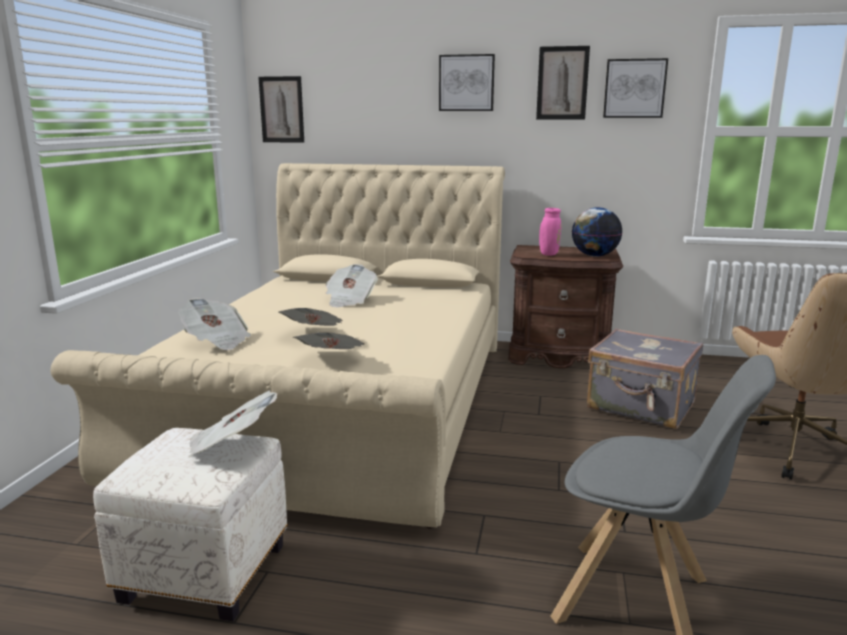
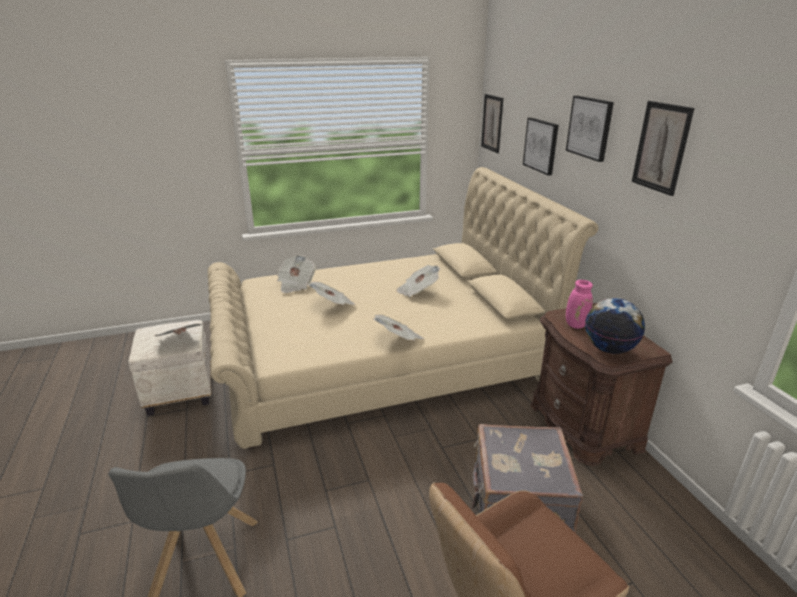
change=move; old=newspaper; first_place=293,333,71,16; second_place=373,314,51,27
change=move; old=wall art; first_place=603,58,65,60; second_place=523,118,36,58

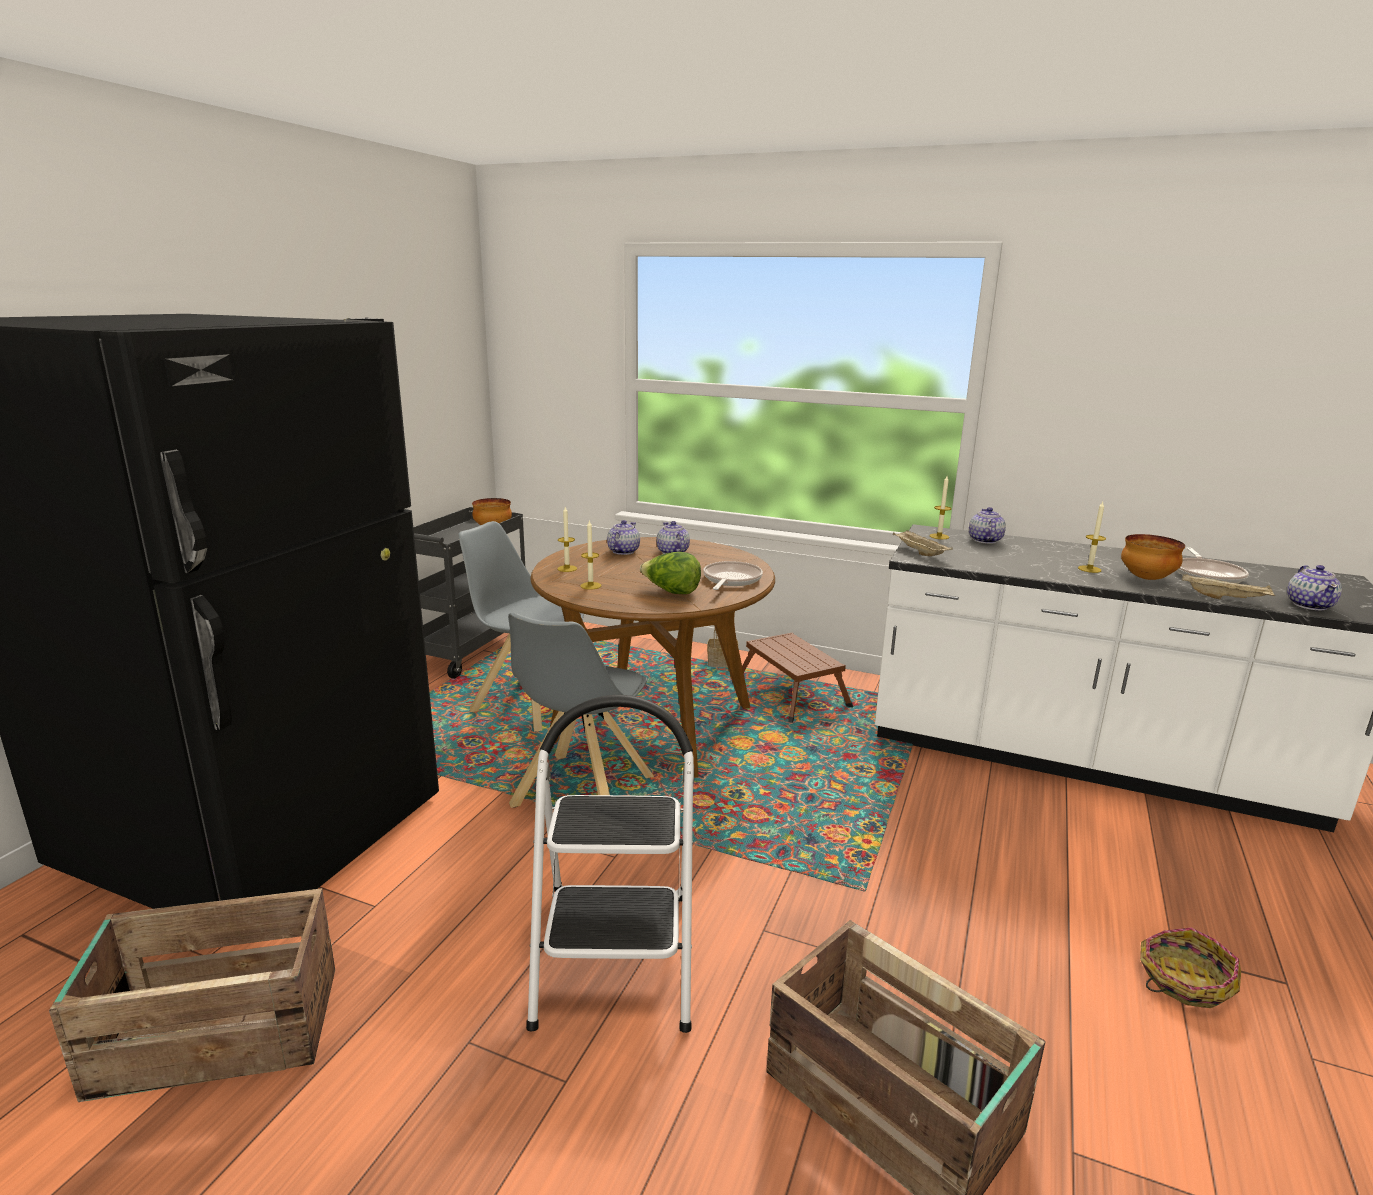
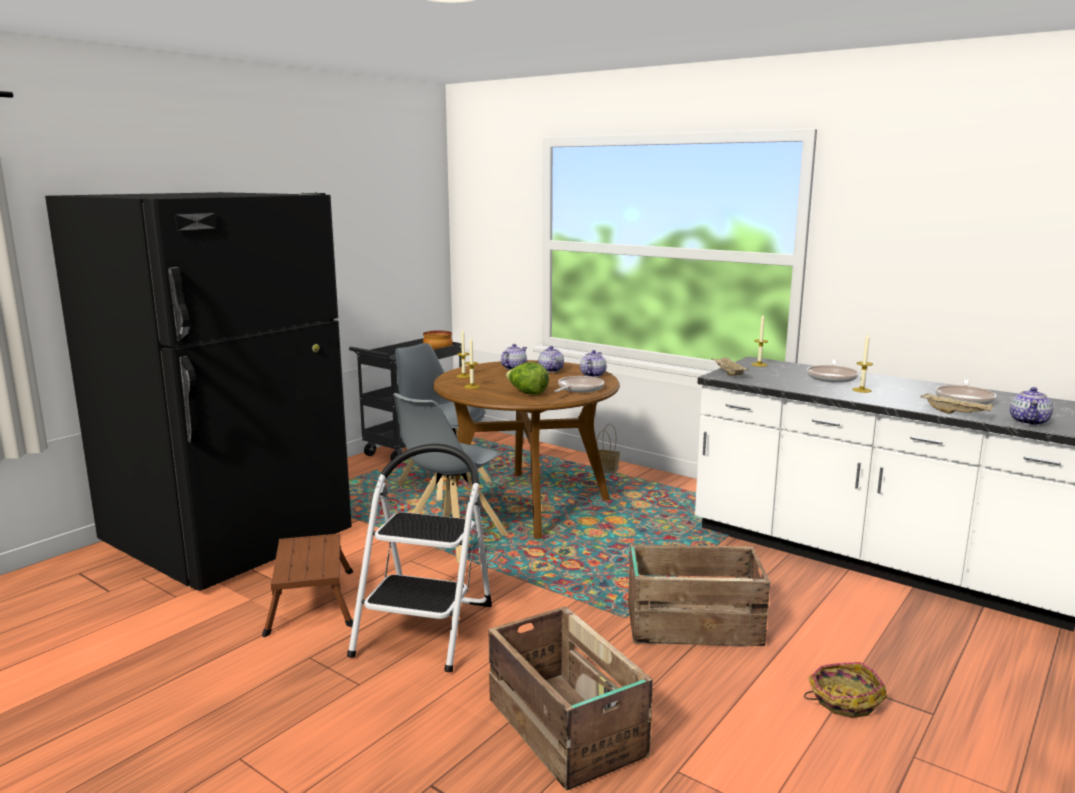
change=move; old=step ladder/brown-coloured; first_place=742,632,111,91; second_place=262,533,91,105
change=move; old=pot for tea; first_place=969,507,37,37; second_place=580,350,27,27
change=move; old=packing crate; first_place=49,888,286,214; second_place=628,544,142,103
change=insert; new=skillet; second_place=807,359,52,24
change=delete; old=bowl; first_place=1121,534,64,46

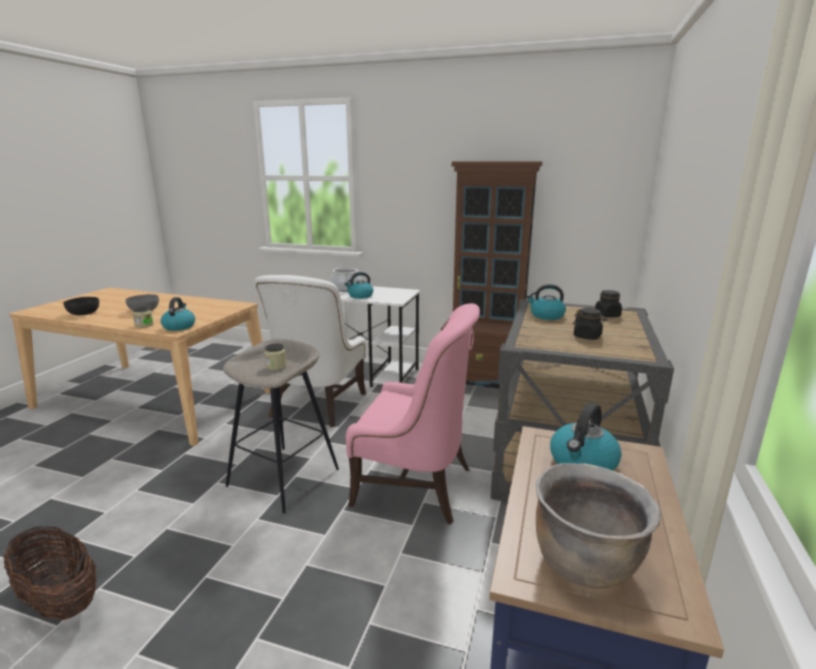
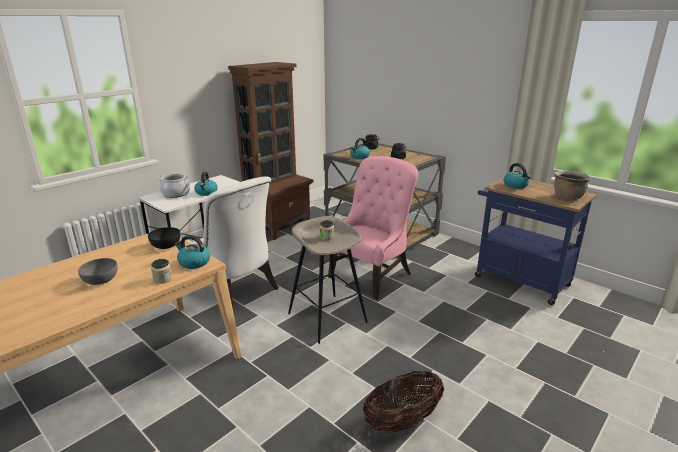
change=move; old=bowl/black; first_place=63,297,36,19; second_place=148,227,33,22

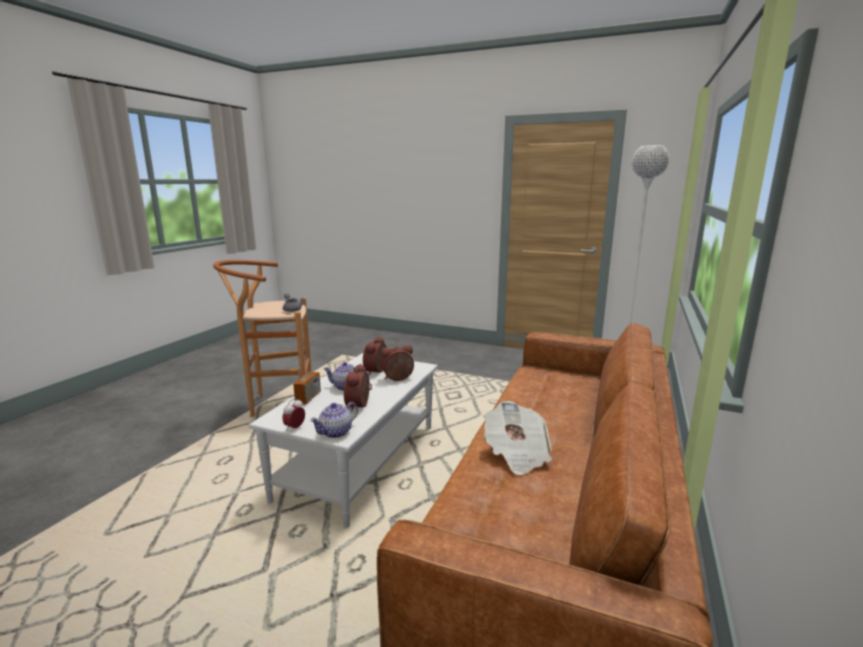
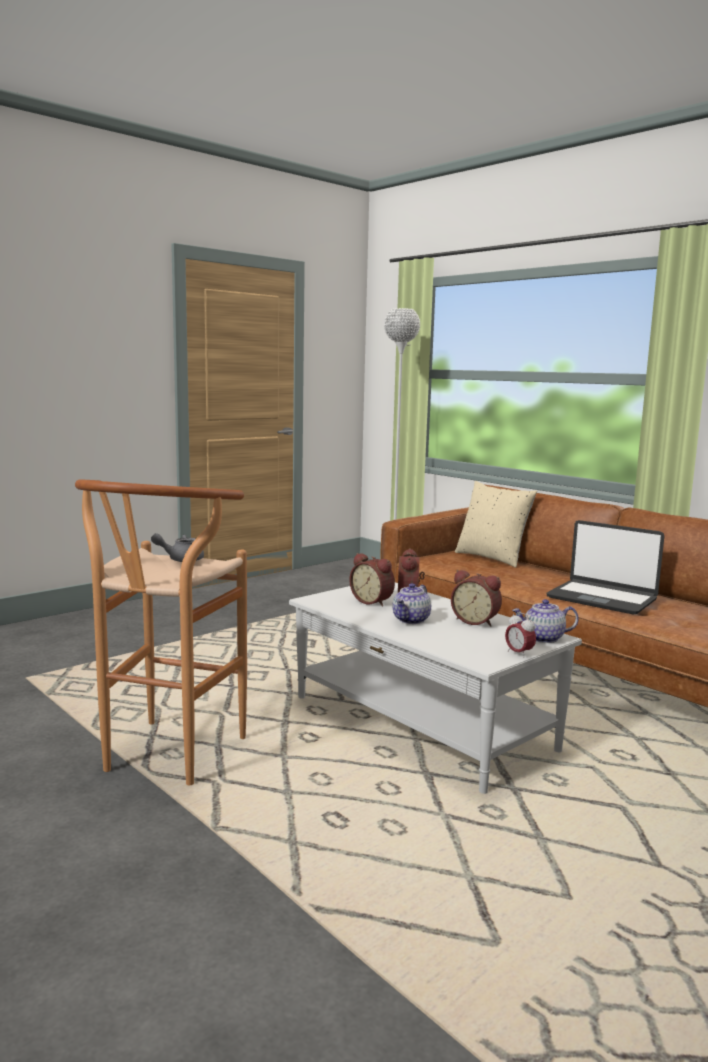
change=insert; new=throw pillow/beige; second_place=455,481,82,86
change=rotate; old=pot for tea; first_place=310,402,48,36; second_place=512,599,67,44; degrees=105
change=replace; old=newspaper; new=notebook computer; first_place=484,401,68,74; second_place=547,520,117,95
change=delete; old=radio receiver; first_place=293,352,28,53

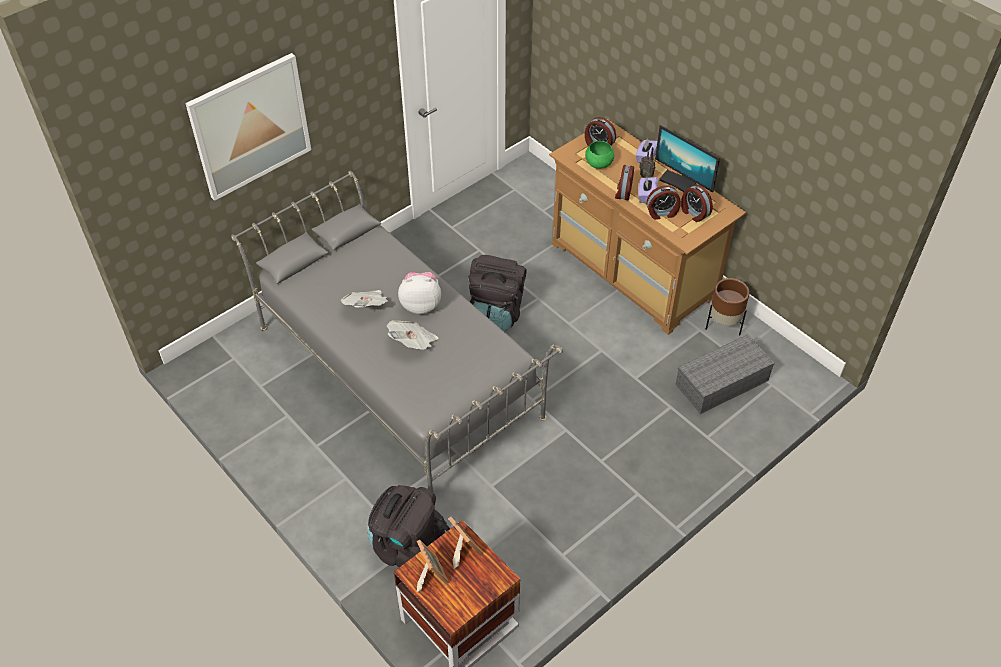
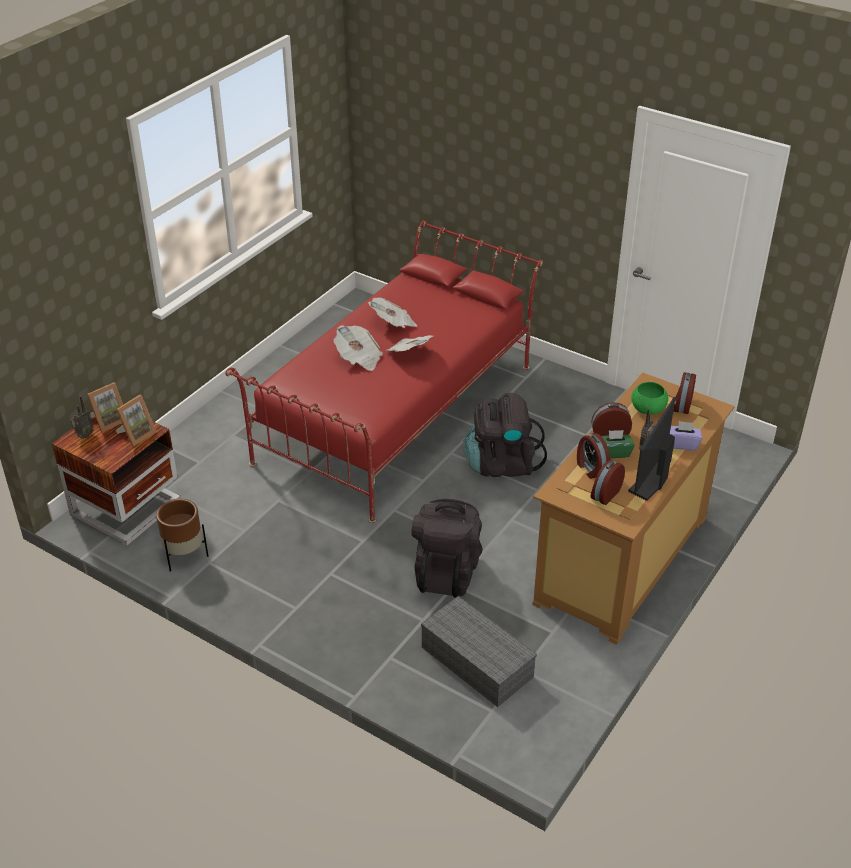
change=insert; new=radio receiver; second_place=71,396,23,43
change=move; old=flower pot/brown-coloured; first_place=706,278,44,58; second_place=156,499,52,73
change=recolor; old=sleeping bed/greyish; new=sleeping bed/reddish; first_place=231,171,332,321; second_place=225,220,318,303
change=replace; old=plush toy; new=newspaper; first_place=398,272,43,42; second_place=387,335,46,16
change=move; old=knapsack/black; first_place=367,485,83,82; second_place=412,499,71,99
change=recolor; old=tissue holder/purple-coloured; new=tissue holder/green; first_place=638,177,20,26; second_place=602,430,33,29
change=delete; old=wall art; first_place=185,53,126,148

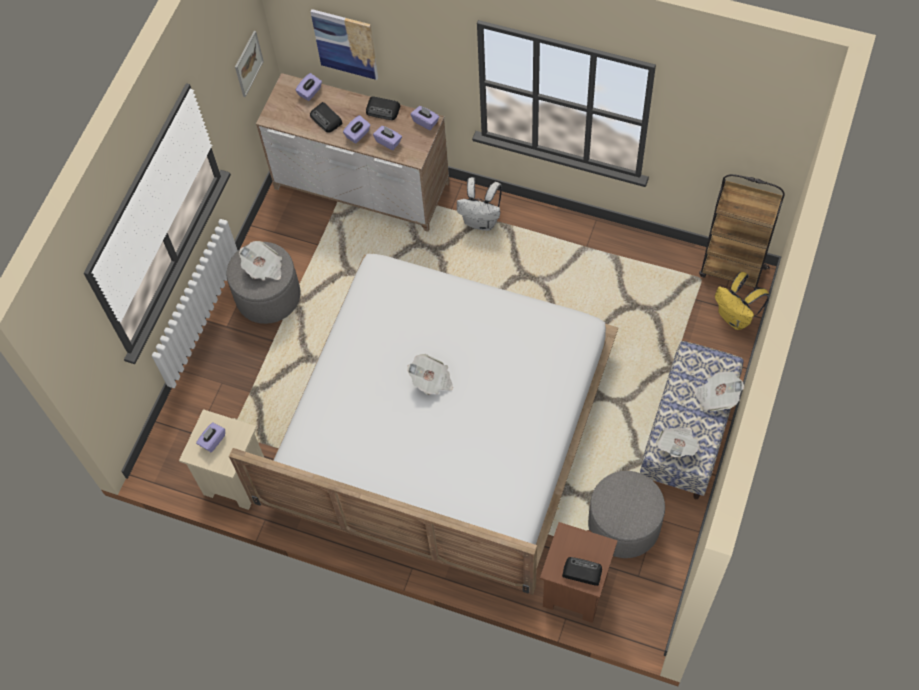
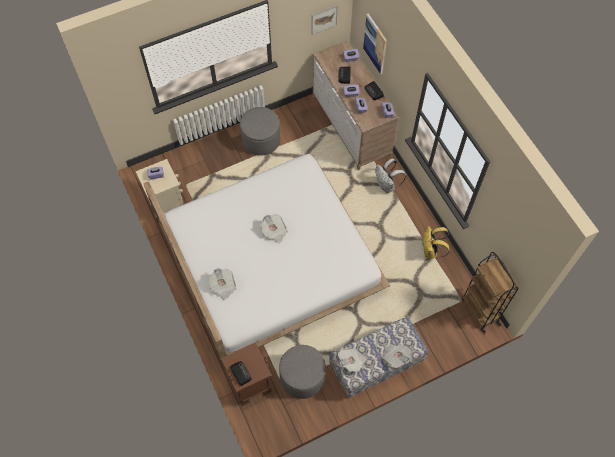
change=move; old=newspaper; first_place=239,241,43,40; second_place=209,268,27,32
change=move; old=knapsack/yellow-coloured; first_place=715,272,54,58; second_place=423,226,27,33

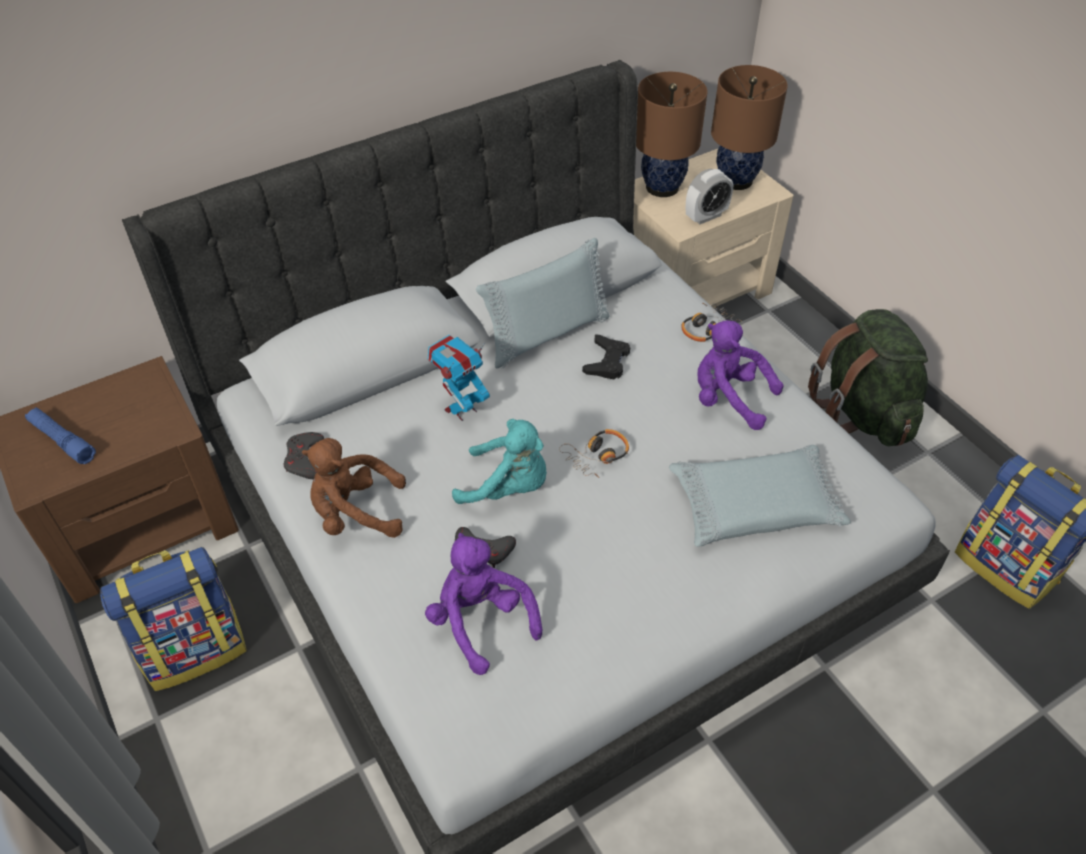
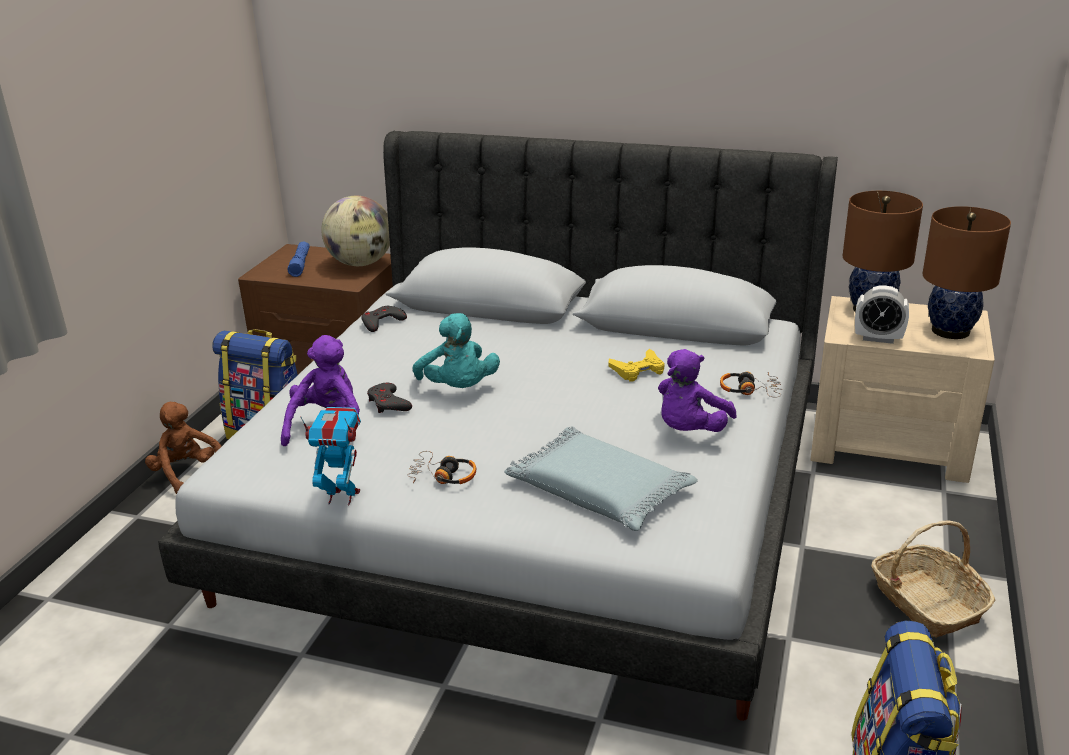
change=move; old=plush toy/brown-coloured; first_place=302,438,104,100; second_place=145,402,77,92
change=move; old=model robot; first_place=428,335,62,86; second_place=300,407,61,98
change=insert; new=world globe; second_place=321,196,69,70
change=move; old=headphones; first_place=559,429,70,49; second_place=407,451,69,33
change=recolor; old=gamepad/black; new=gamepad/yellow-coloured; first_place=582,334,48,46; second_place=608,349,57,33
change=rotate; old=plush toy/purple-coloured; first_place=698,320,86,110; second_place=658,349,79,83; degrees=-135
change=replace; old=knapsack/green; new=storage basket; first_place=808,309,120,137; second_place=871,520,125,118
change=delete; old=throw pillow/bluish; first_place=476,238,133,131

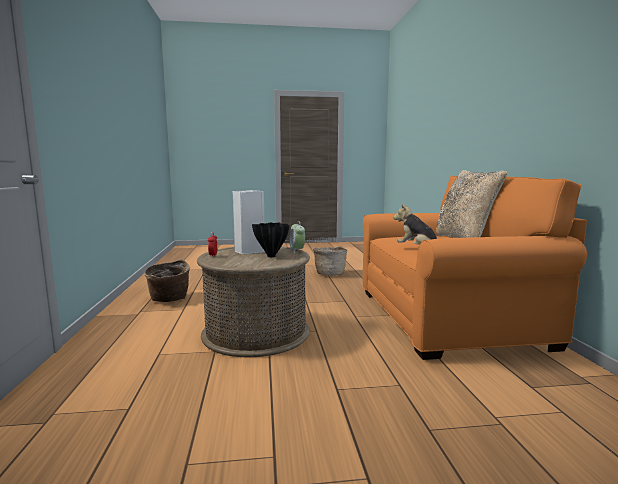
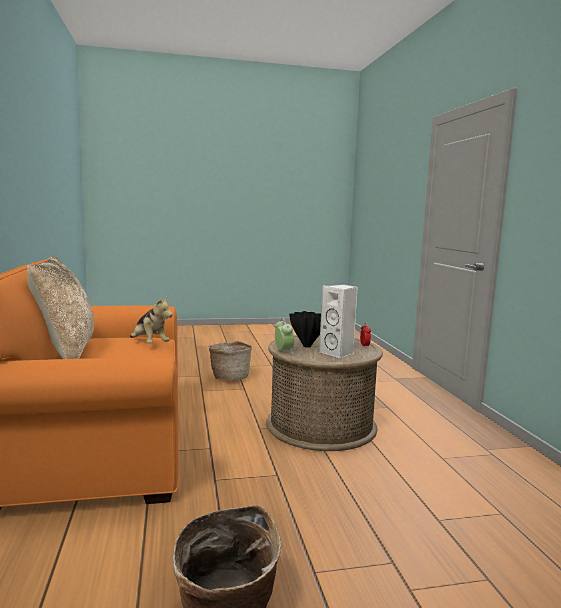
change=move; old=storage basket; first_place=144,260,46,42; second_place=209,341,43,39

